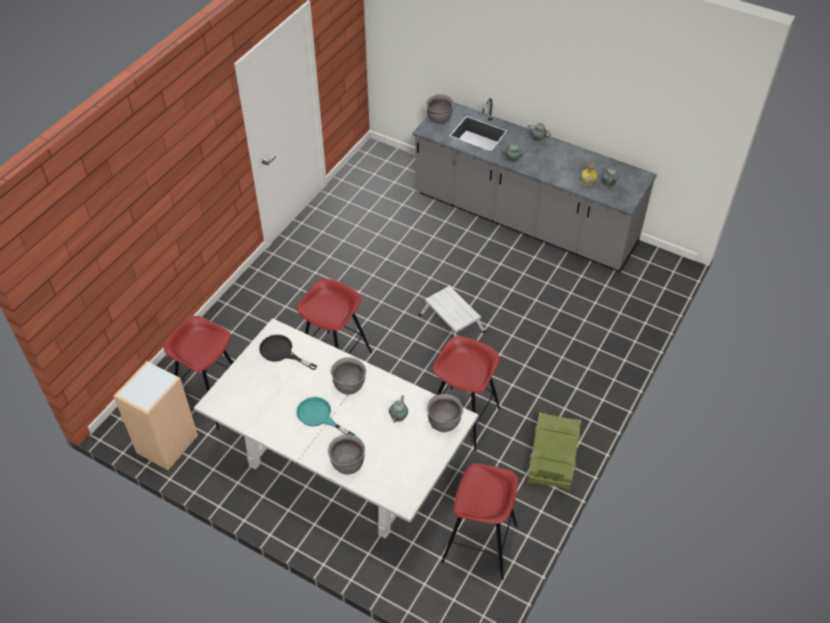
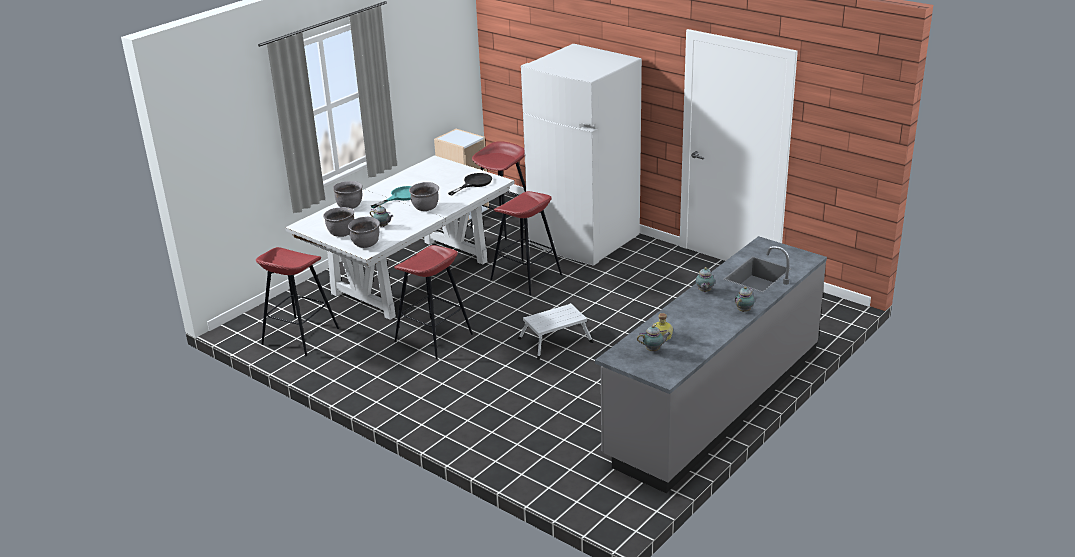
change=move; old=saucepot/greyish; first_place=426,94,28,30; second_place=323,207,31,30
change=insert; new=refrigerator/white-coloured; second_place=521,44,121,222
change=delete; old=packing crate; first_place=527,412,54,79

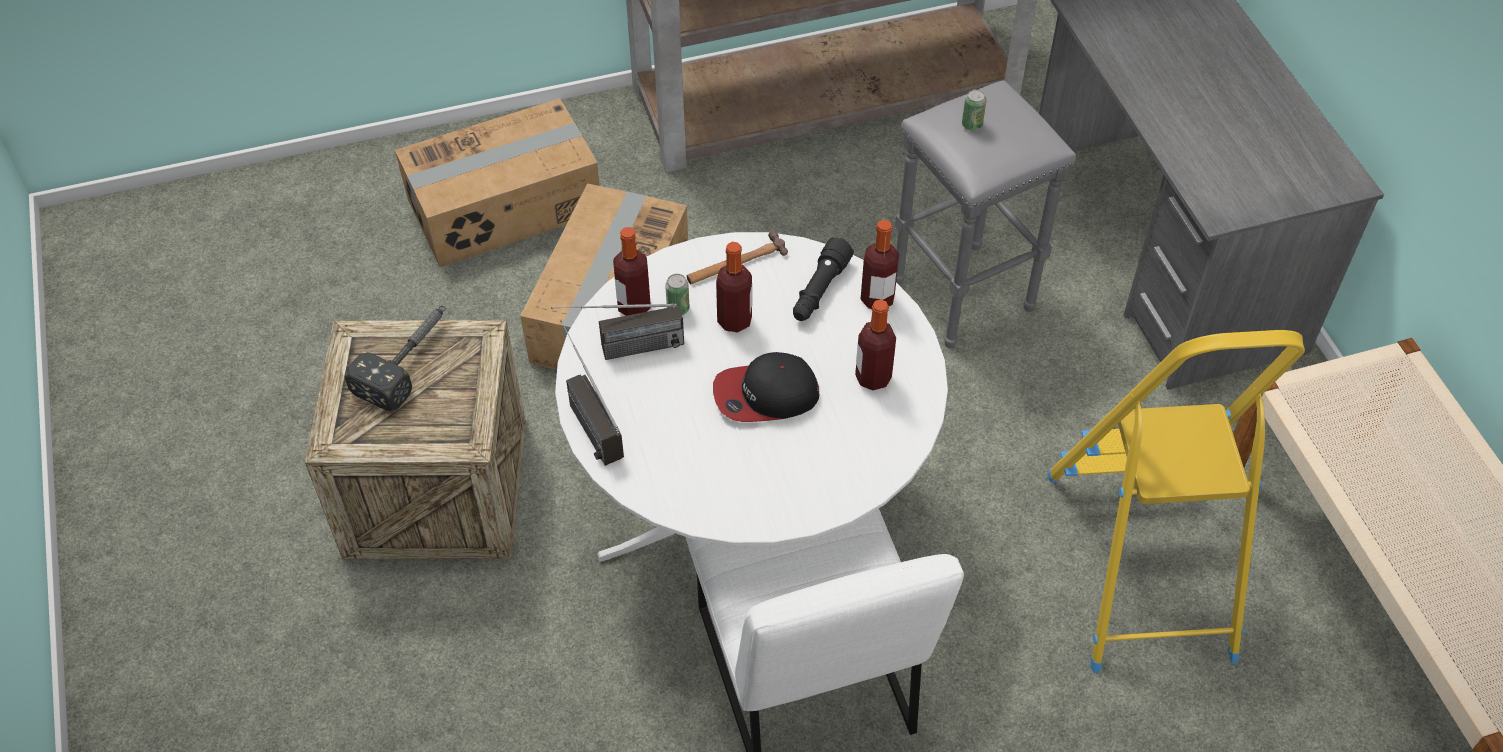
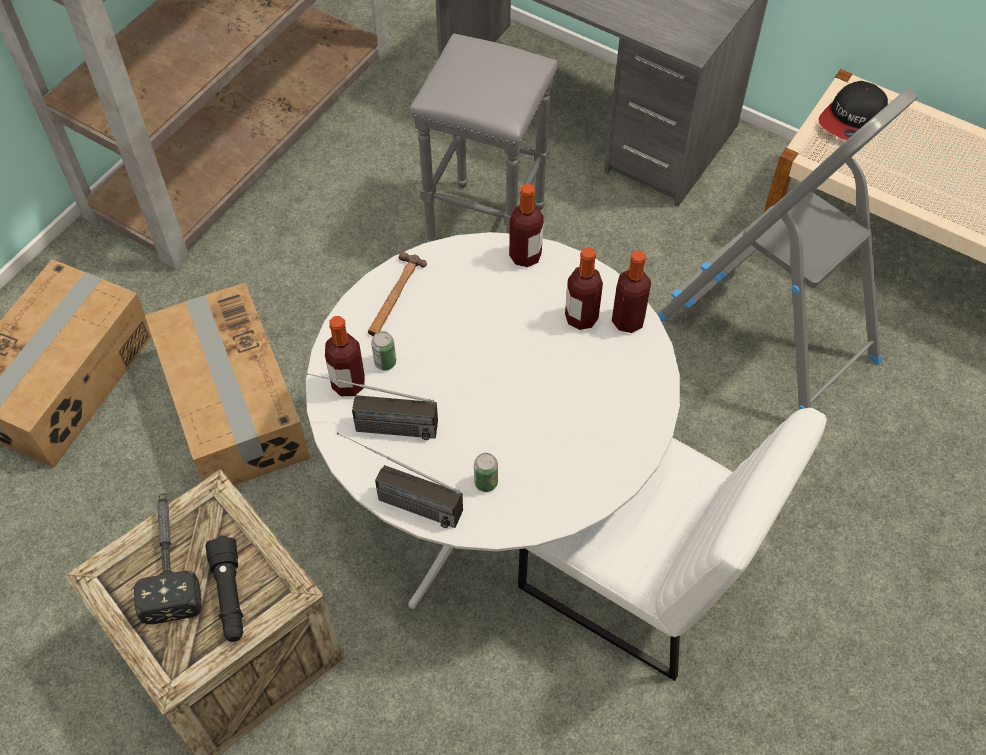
change=move; old=torch/black; first_place=793,237,61,84; second_place=206,536,38,106
change=rotate; old=radio receiver; first_place=551,303,133,57; second_place=306,373,132,67; degrees=60
change=move; old=sealed can; first_place=962,89,24,42; second_place=474,453,24,39
change=move; old=beverage bottle; first_place=716,242,36,91; second_place=612,250,39,83
change=recolor; old=step ladder/yellow-coloured; new=step ladder/greyish; first_place=1048,330,257,343; second_place=657,88,261,322
change=move; old=baseball cap; first_place=713,352,107,70; second_place=819,81,69,59

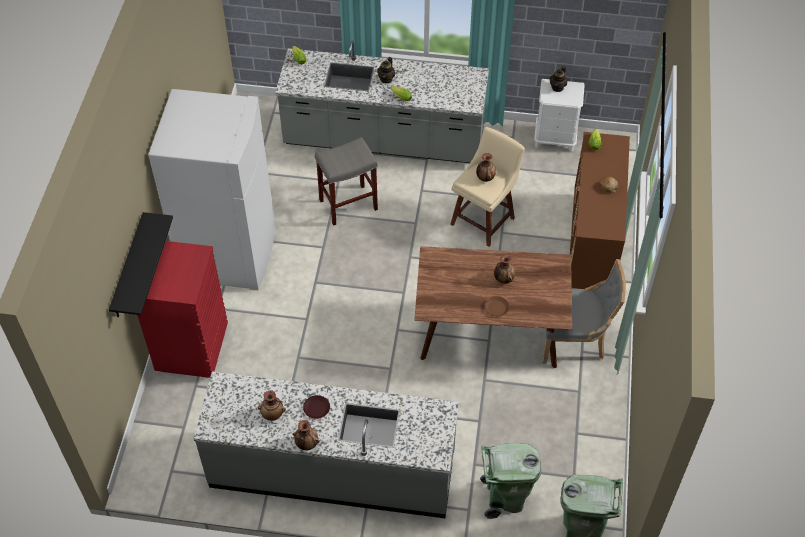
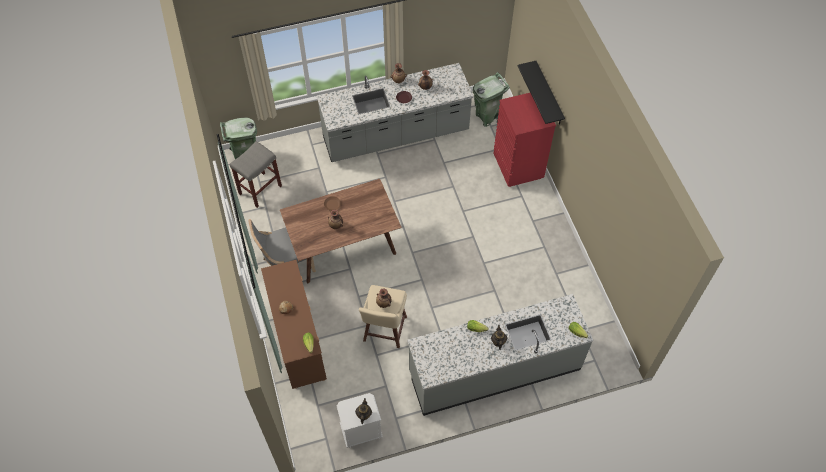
change=move; old=sitting stool/greyish; first_place=315,137,63,89; second_place=230,141,52,67
change=move; old=waste bin/green; first_place=480,443,61,76; second_place=473,72,37,55
change=delete; old=refrigerator/white-coloured; first_place=148,89,127,201

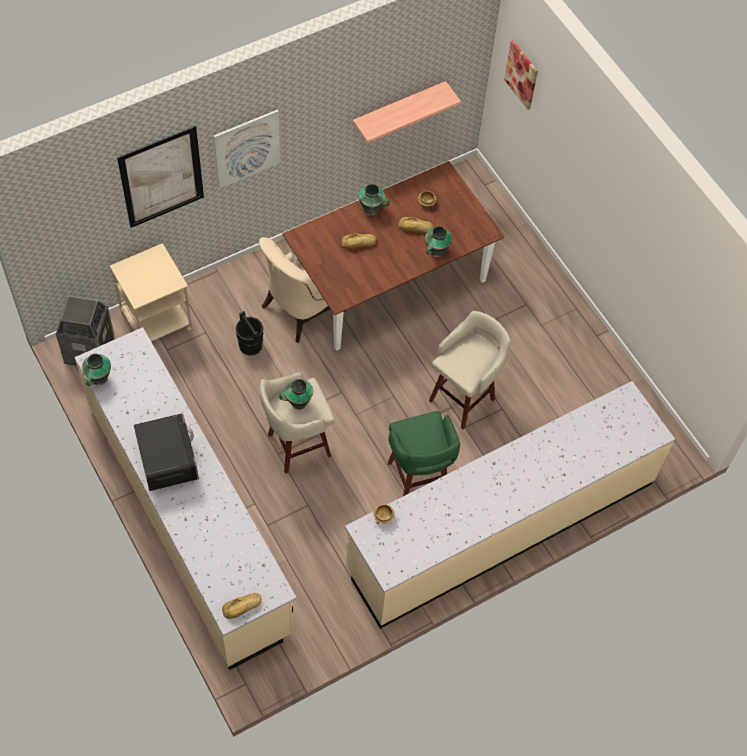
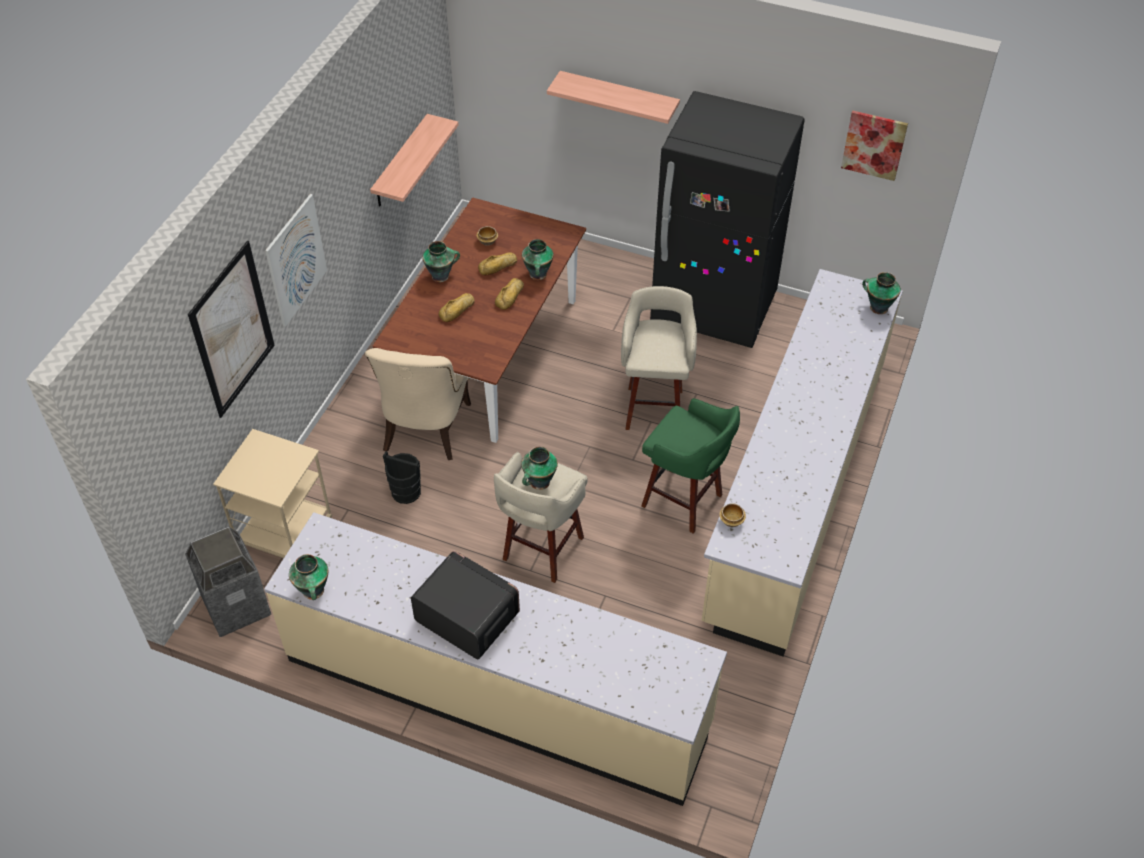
change=move; old=baked bread; first_place=222,593,40,26; second_place=495,278,29,32
change=insert; new=shelf; second_place=547,71,133,53
change=insert; new=refrigerator/black; second_place=650,91,155,257
change=move; old=wall art; first_place=504,40,34,70; second_place=841,111,67,70
change=insert; new=vase; second_place=862,272,39,42

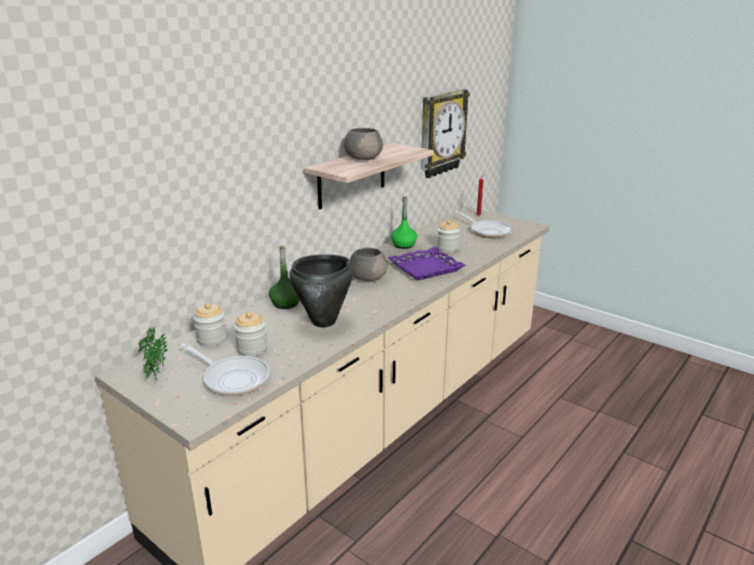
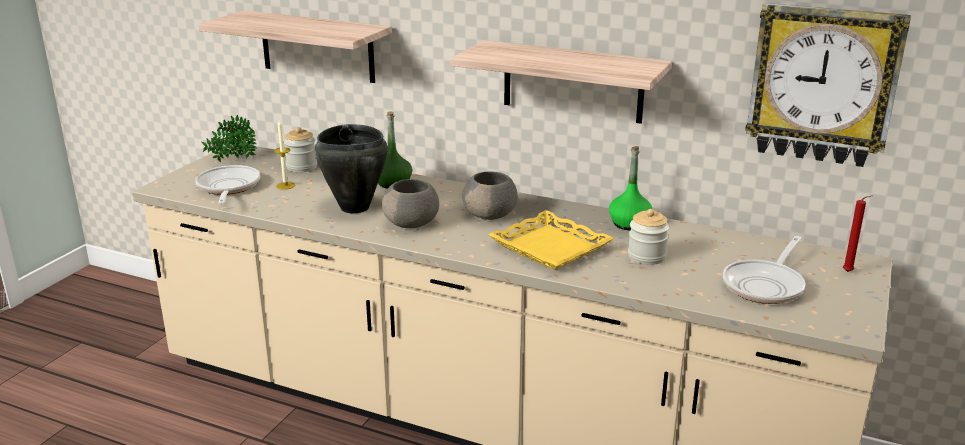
change=rotate; old=skillet; first_place=180,344,90,52; second_place=196,165,64,39; degrees=150
change=insert; new=shelf; second_place=198,10,194,73
change=replace; old=jar; new=wax light; first_place=234,312,33,44; second_place=274,120,21,70
change=move; old=bowl/greyish; first_place=344,128,39,32; second_place=382,179,57,49
change=recolor; old=serving tray/purple-coloured; new=serving tray/yellow-coloured; first_place=387,247,78,33; second_place=488,210,126,60

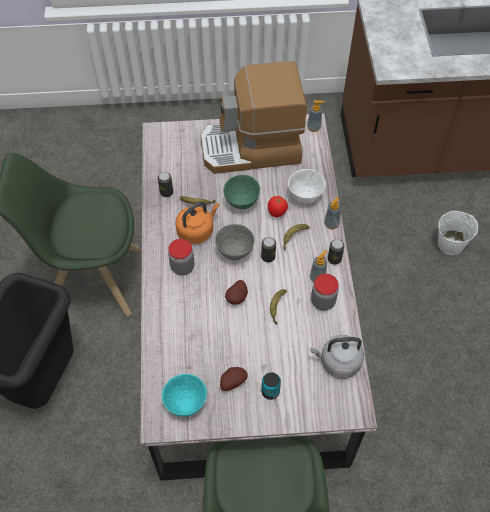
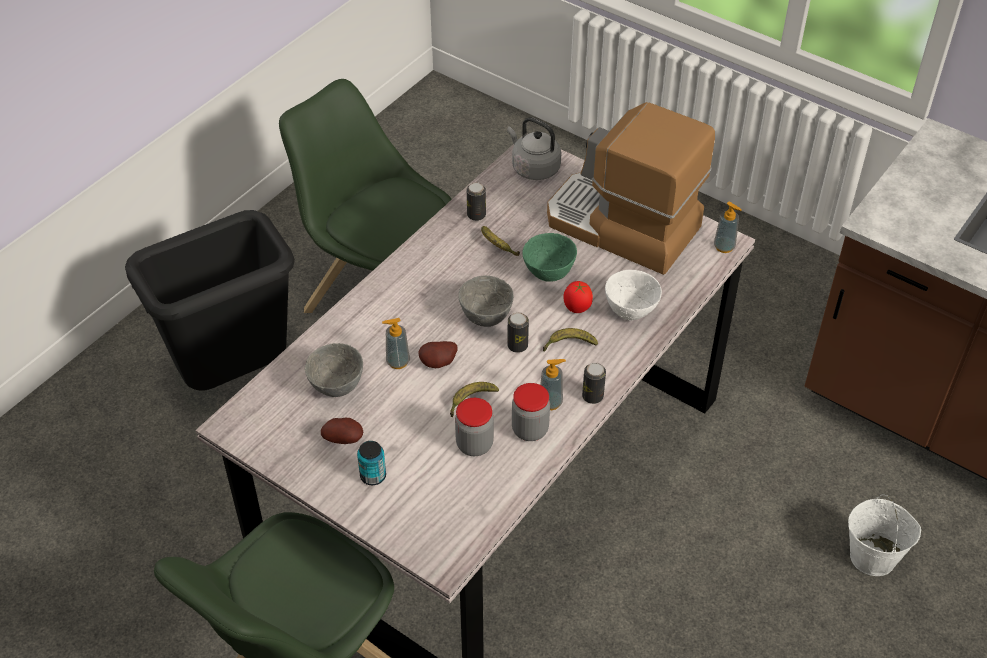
change=insert; new=bowl/greyish; second_place=305,343,58,54
change=move; old=soap bottle; first_place=324,197,17,32; second_place=382,318,28,51
change=move; old=jar; first_place=168,239,26,36; second_place=455,398,39,58
change=move; old=kettle/greyish; first_place=310,335,54,44; second_place=507,117,55,63
change=delete; old=bowl/turquoise-coloured; first_place=162,374,45,43
change=delete; old=kettle/orange; first_place=175,201,44,43

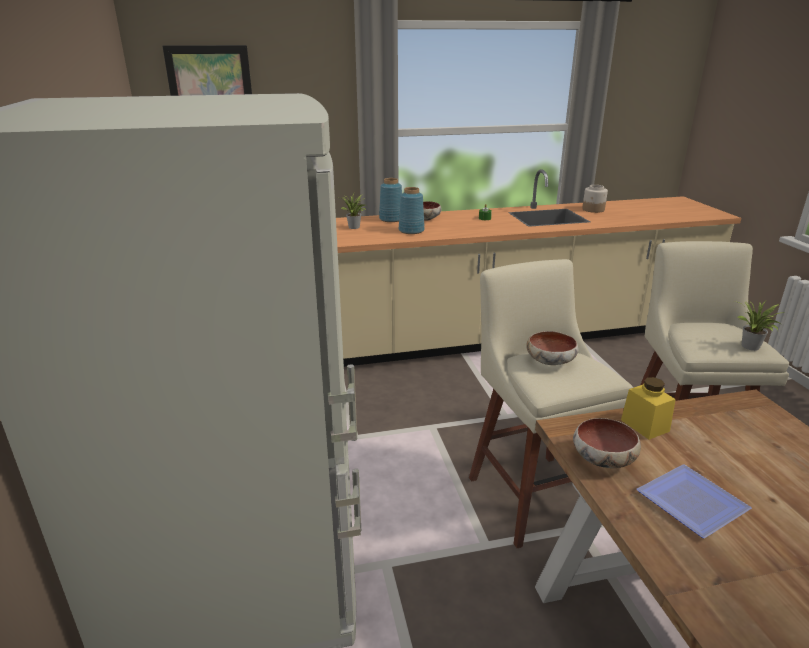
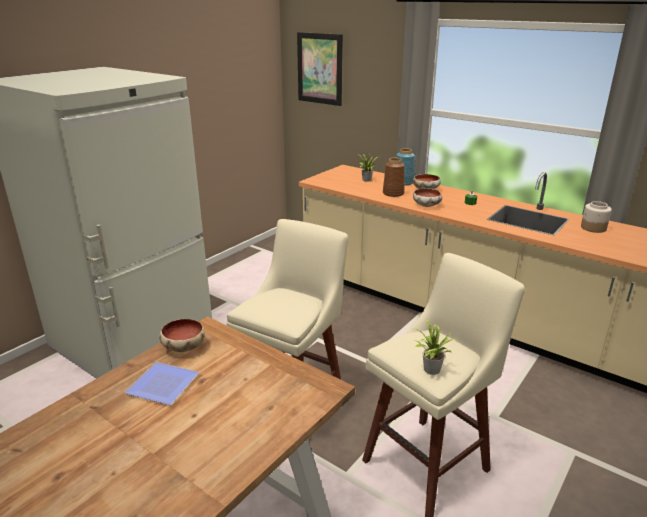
change=recolor; old=vase/bluish; new=vase/brown-coloured; first_place=399,187,26,47; second_place=383,158,22,39
change=move; old=bowl; first_place=526,331,53,34; second_place=413,188,29,19
change=delete; old=jar/yellow-coloured; first_place=621,377,55,63

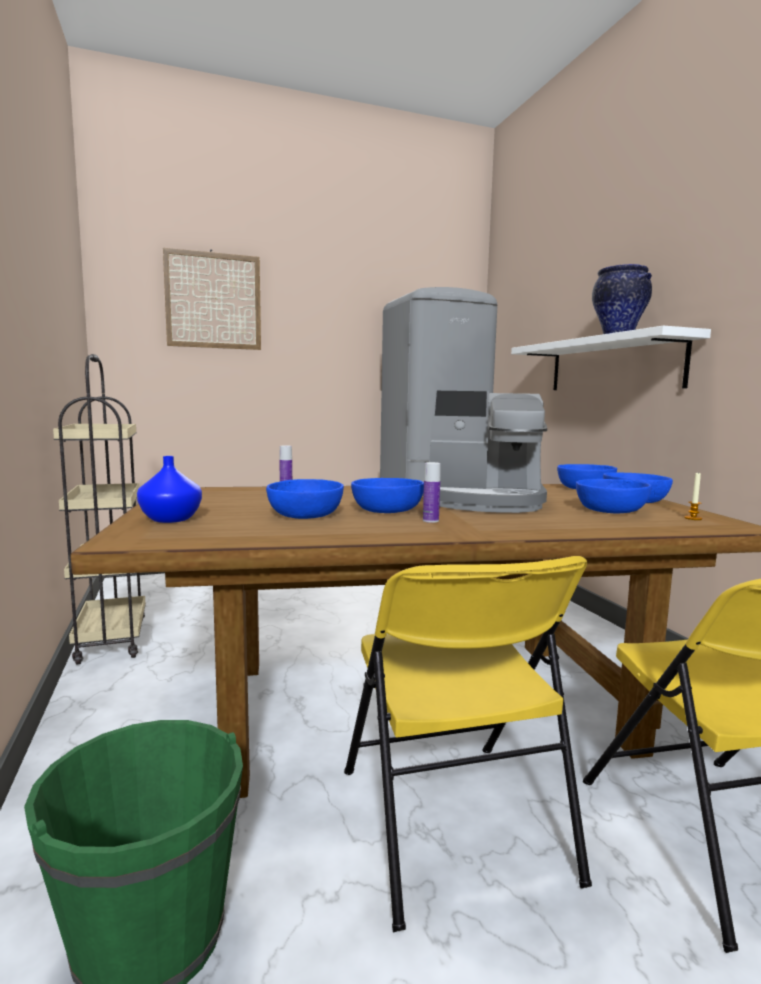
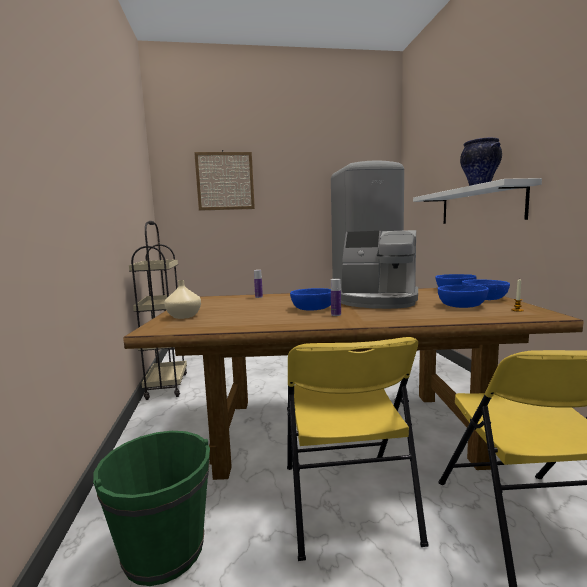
change=recolor; old=vase/bluish; new=vase/beige; first_place=137,456,65,67; second_place=164,280,37,39
change=delete; old=bowl/bluish; first_place=266,479,78,40

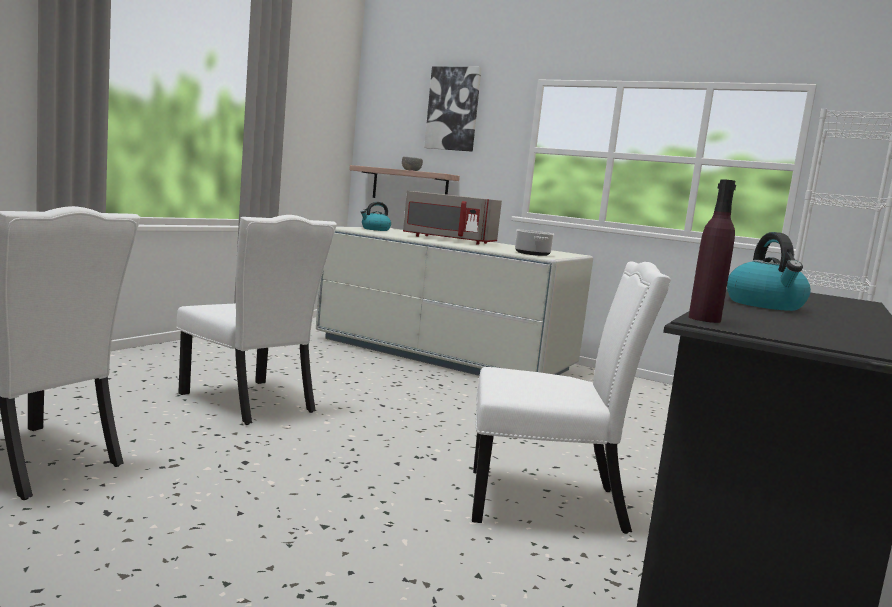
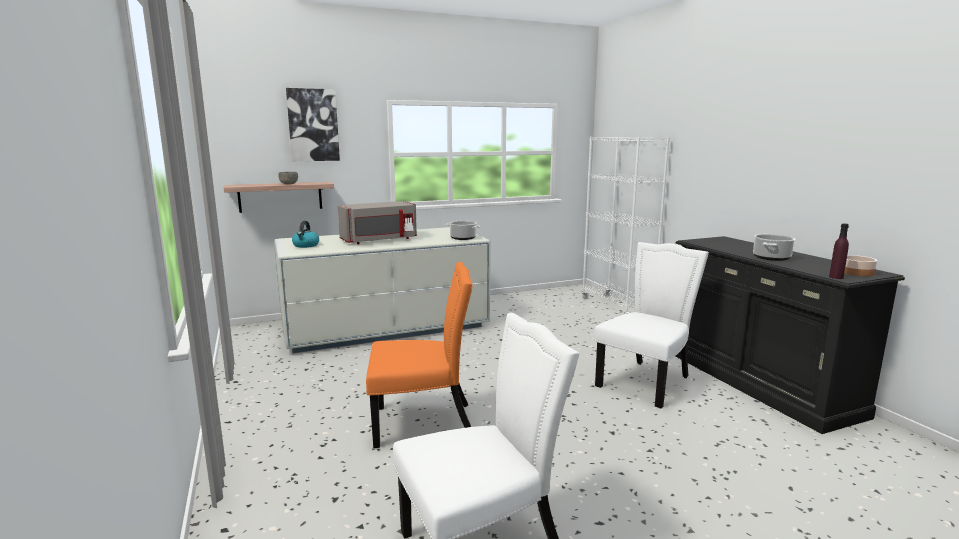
change=recolor; old=plain chair/white-coloured; new=plain chair/orange; first_place=176,215,161,210; second_place=366,262,107,186
change=replace; old=kettle; new=saucepot; first_place=727,232,84,79; second_place=753,234,42,27
change=insert; new=bowl; second_place=844,255,33,21

